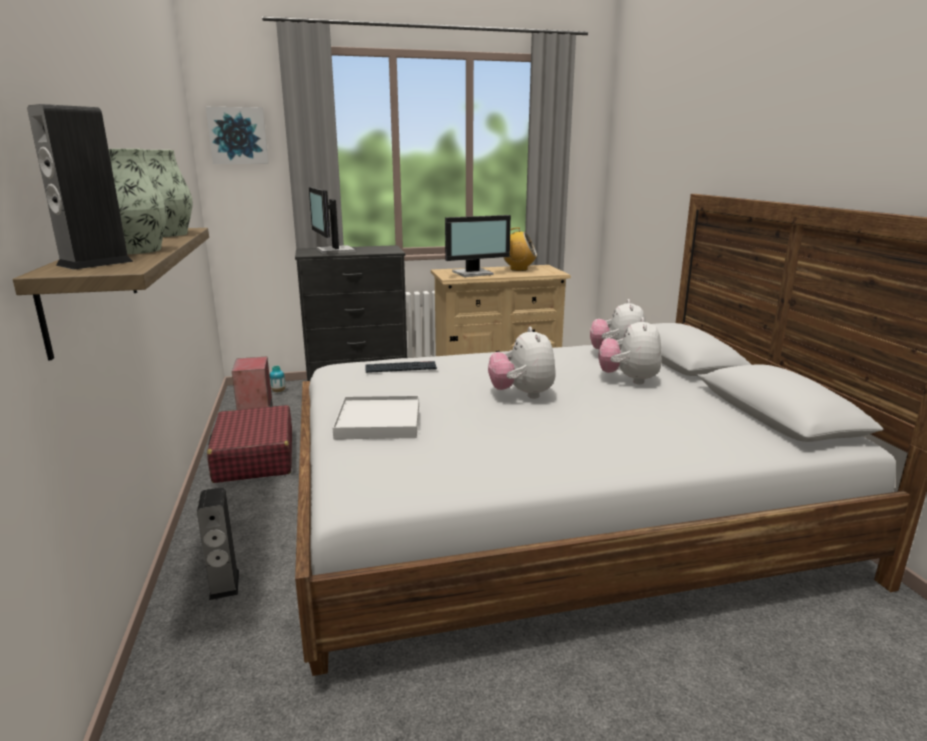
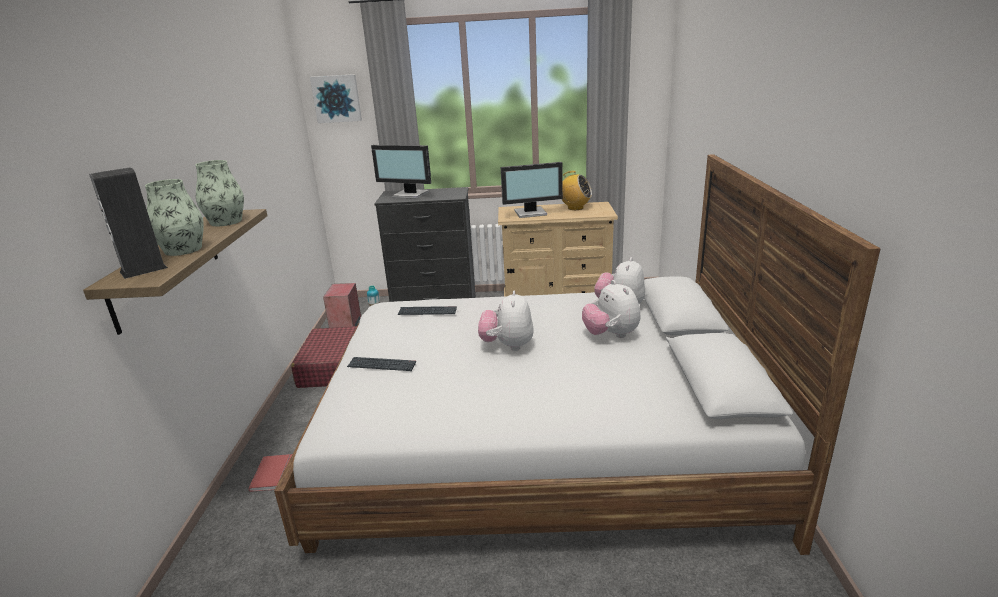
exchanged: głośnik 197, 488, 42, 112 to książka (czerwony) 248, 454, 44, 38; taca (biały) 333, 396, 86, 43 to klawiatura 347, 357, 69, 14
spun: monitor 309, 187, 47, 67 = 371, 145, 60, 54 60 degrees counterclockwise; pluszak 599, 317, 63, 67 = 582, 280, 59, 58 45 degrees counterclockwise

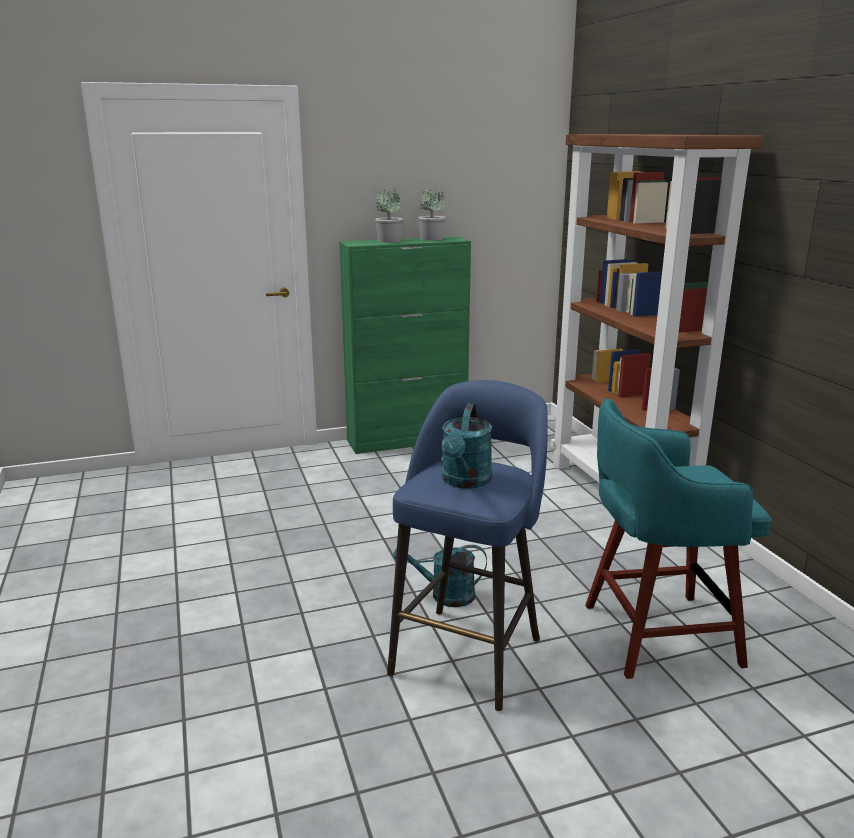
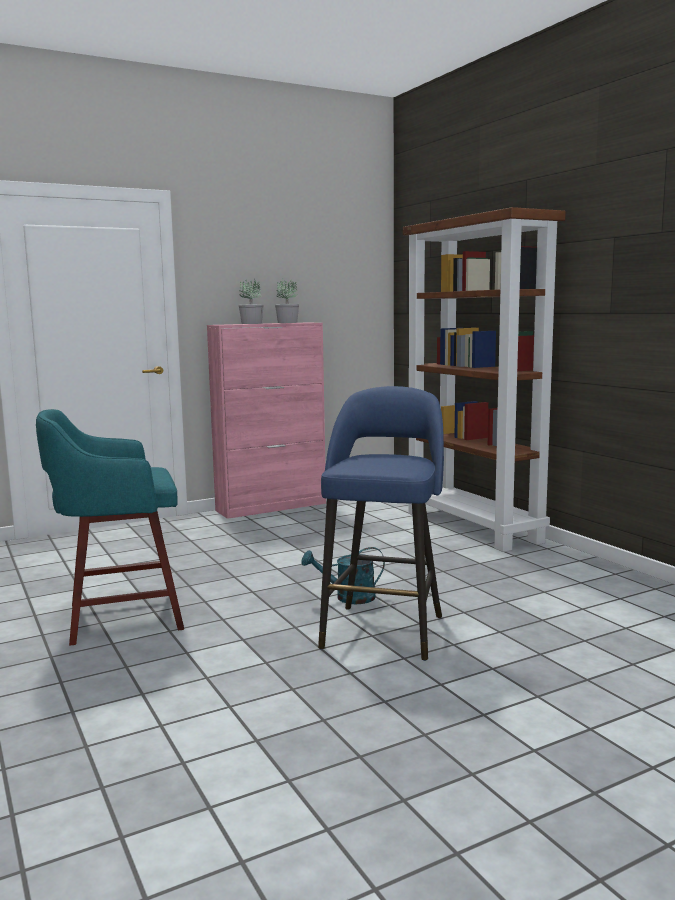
missing: konewka (turkusowy) 441, 403, 51, 86
relocated: stołek (turkusowy) 585, 398, 186, 281 to 36, 409, 148, 237
colour: szafka (zielony) 339, 236, 132, 218 to szafka (różowy) 207, 322, 119, 197

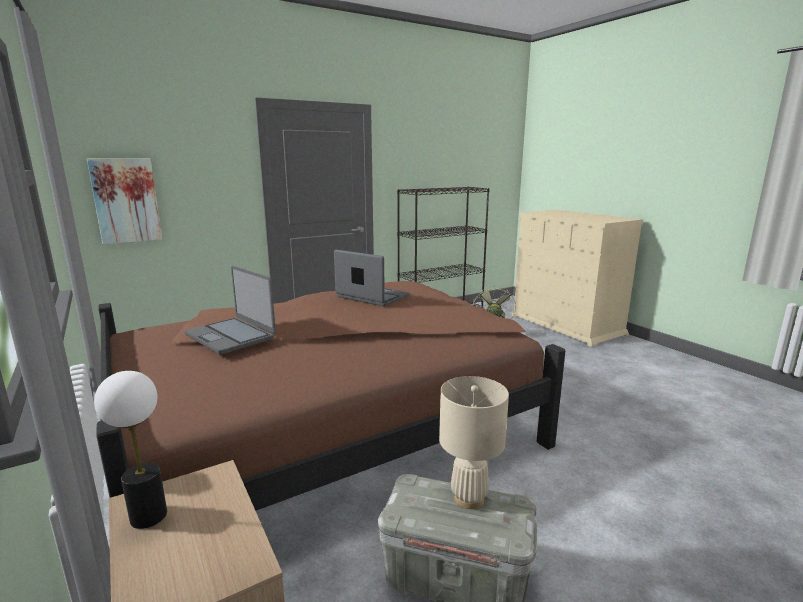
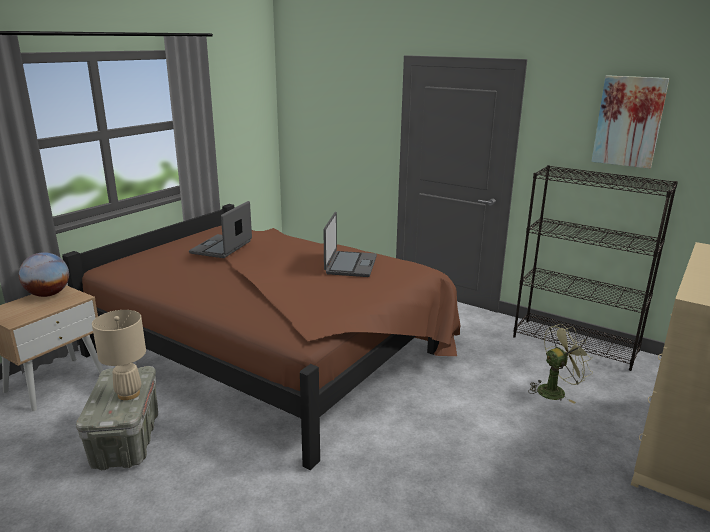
relocated: obraz 87, 158, 75, 86 to 591, 75, 78, 94
exchanged: lampa stołowa 94, 371, 73, 158 to globus 19, 252, 50, 45

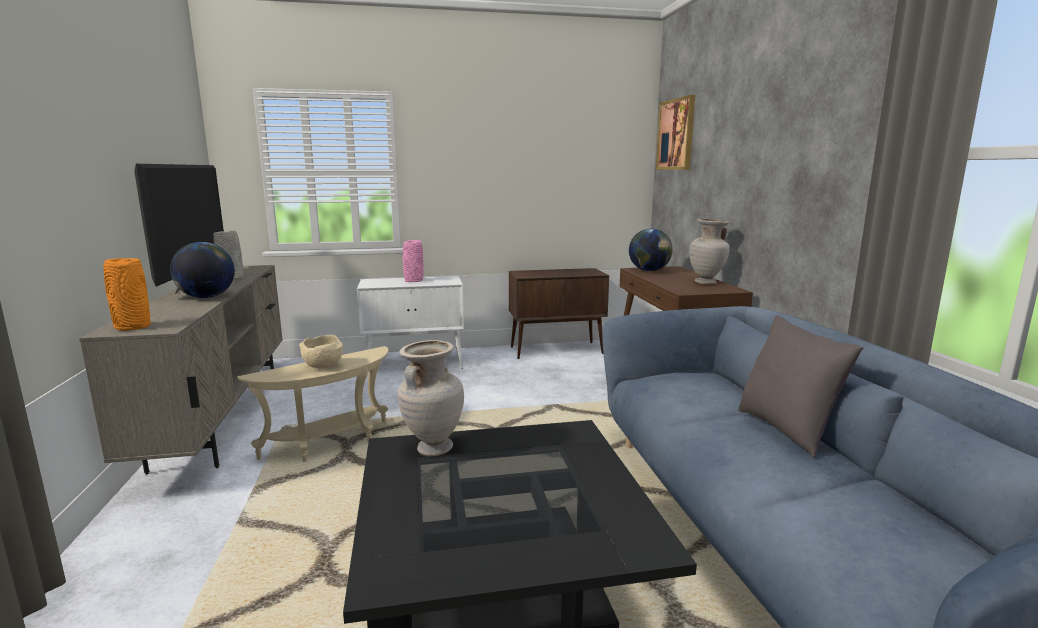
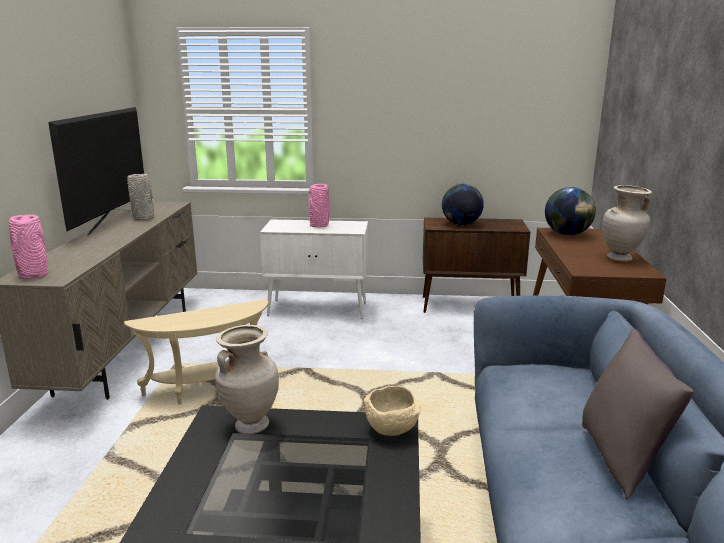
missing: obraz 656, 95, 39, 75
relocated: miska (beżowy) 299, 335, 44, 33 to 364, 386, 57, 50; globus 170, 242, 65, 56 to 442, 184, 42, 41
colour: wazon (pomarańczowy) 103, 258, 48, 73 to wazon (różowy) 9, 215, 39, 64

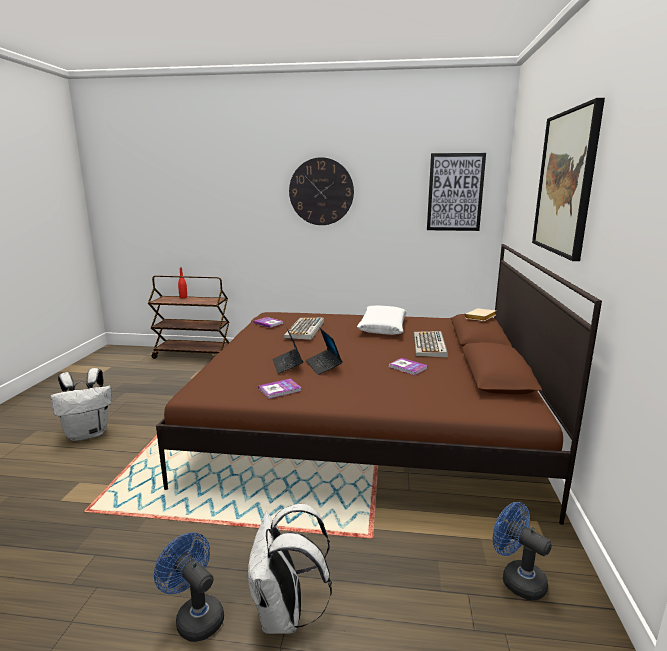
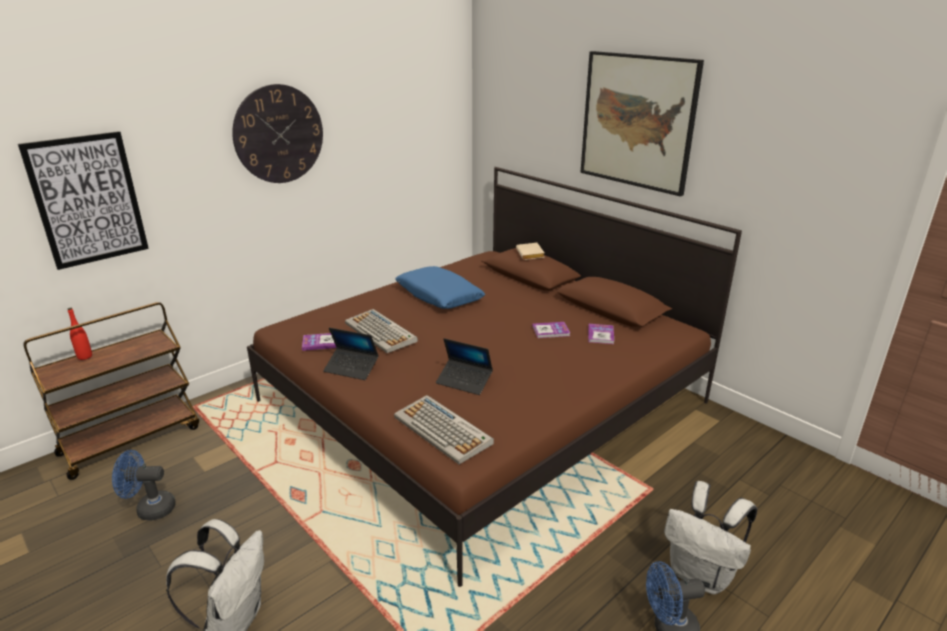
relocated: obraz 427, 153, 59, 78 to 18, 131, 131, 139; wentylator (niebieski) 493, 502, 59, 98 to 112, 450, 64, 71; laptop 306, 328, 37, 47 to 323, 328, 56, 52; klawiatura 414, 331, 34, 27 to 394, 395, 100, 69; książka 258, 379, 44, 20 to 588, 324, 26, 20
colour: poduszka (biały) 357, 305, 50, 30 to poduszka (niebieski) 395, 266, 90, 43

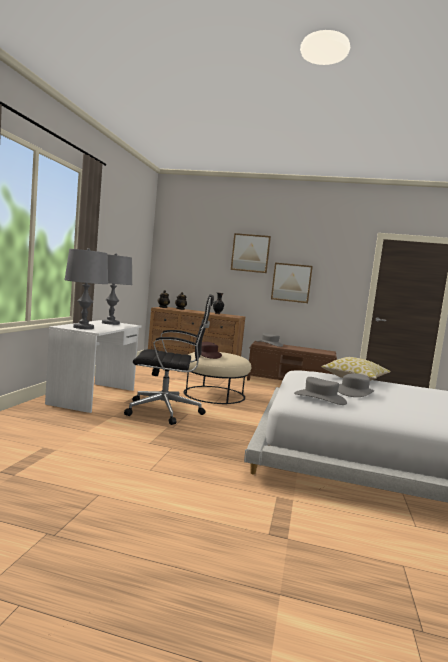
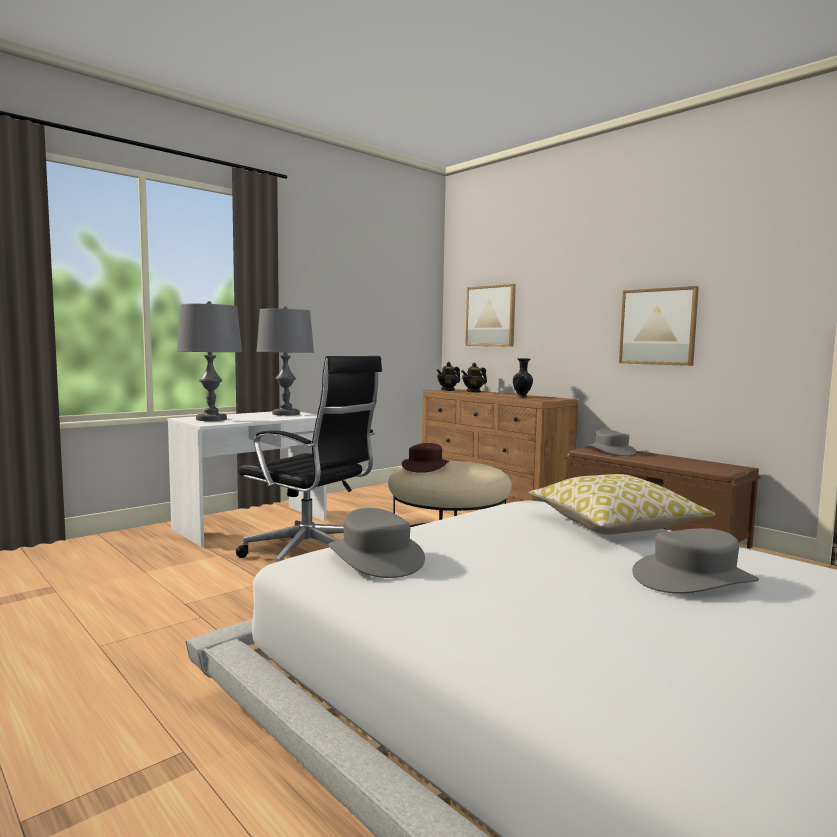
relocated: obraz 231, 233, 40, 40 to 465, 284, 51, 63; kapelusz (szary) 338, 373, 36, 24 to 632, 528, 127, 66

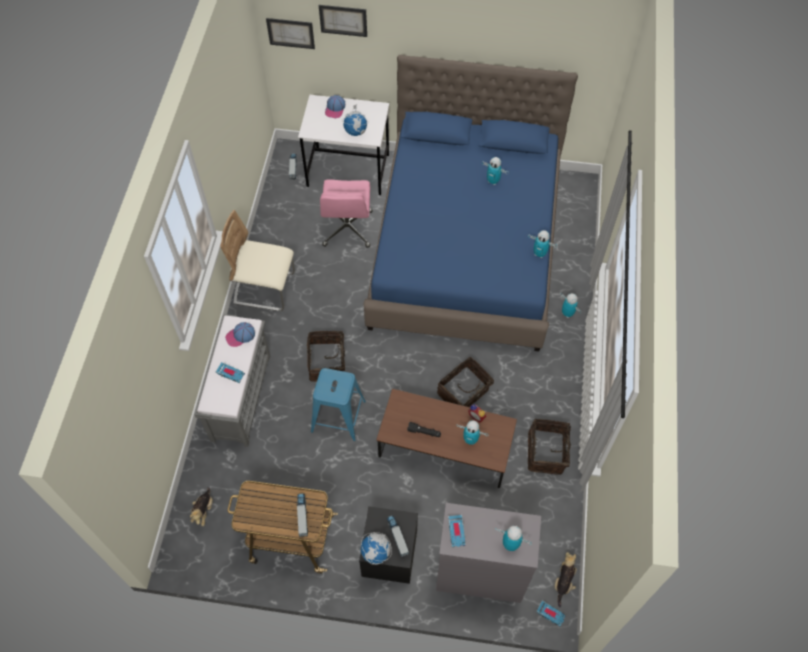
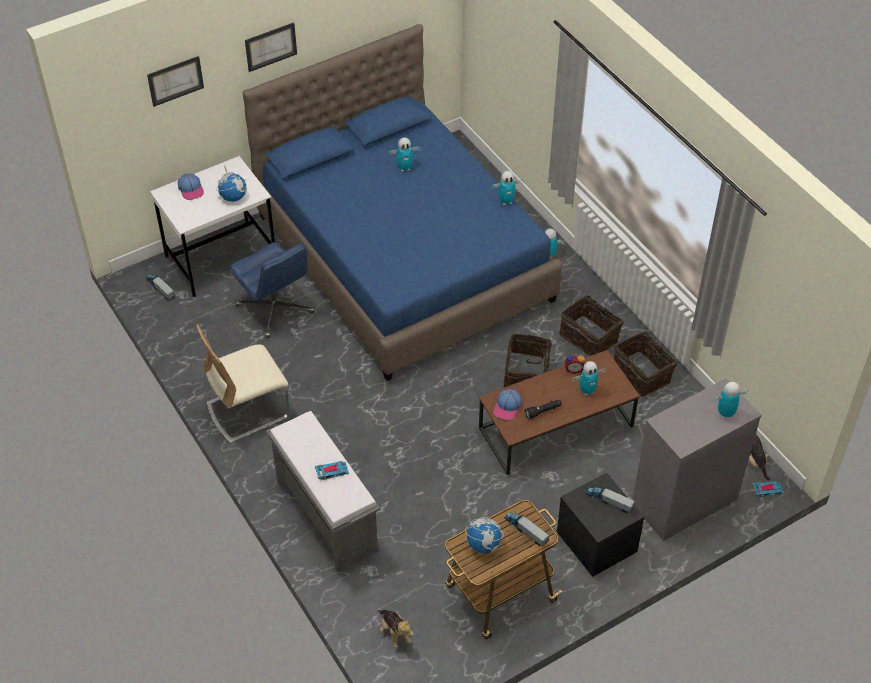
missing: stołek (niebieski) 311, 368, 55, 73; samochodzik 448, 515, 18, 32
relocated: obraz 266, 18, 49, 31 to 245, 22, 52, 50; globus 361, 532, 31, 33 to 465, 510, 39, 43; czapka z daszkiem 225, 322, 30, 25 to 493, 389, 29, 31; koszyk 307, 330, 45, 52 to 559, 293, 64, 63
colour: krzesło biurowe (różowy) 320, 179, 52, 69 to krzesło biurowe (niebieski) 230, 242, 85, 96

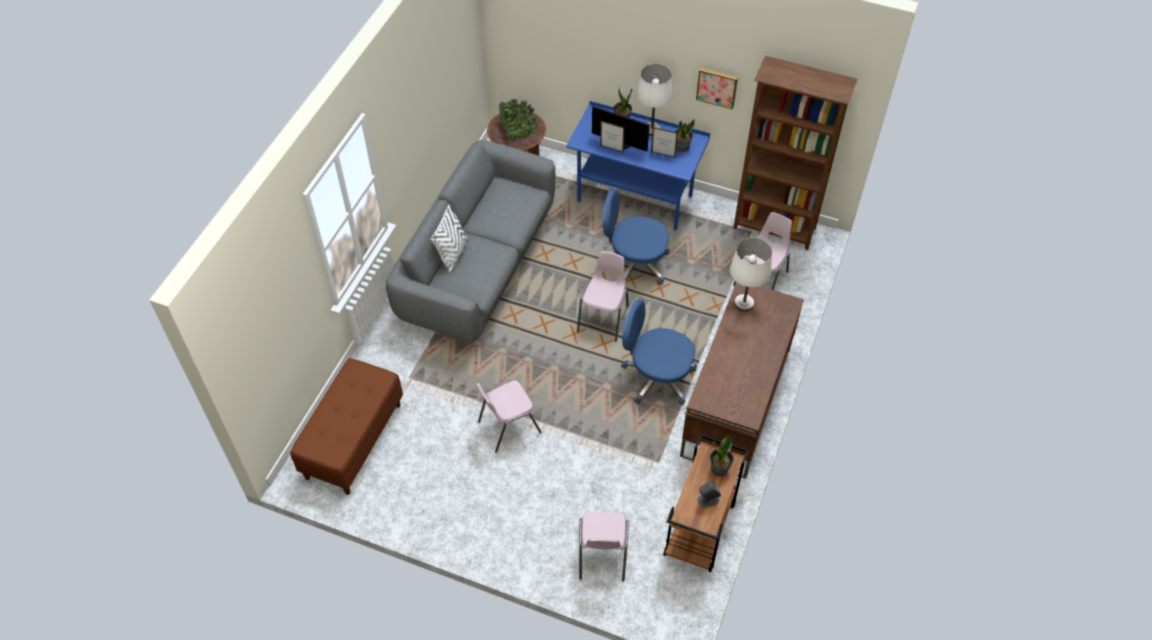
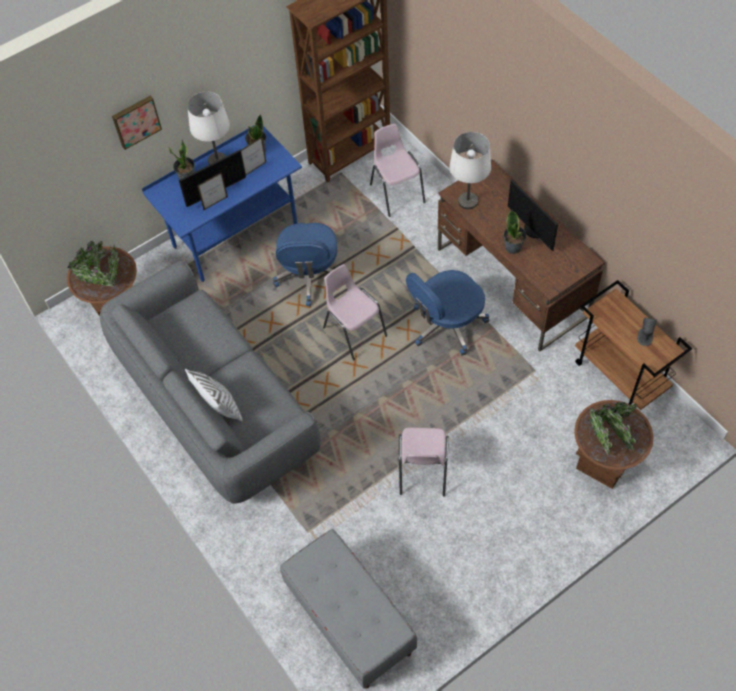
appeared: monitor 508, 179, 50, 72
relocated: obraz 696, 68, 42, 41 to 112, 96, 50, 54; roślina doniczkowa 710, 435, 24, 41 to 503, 210, 23, 44
exchanged: krzesło (różowy) 579, 512, 50, 70 to donica (brązowy) 574, 400, 80, 89
colour: ławka (brązowy) 290, 358, 113, 137 to ławka (szary) 280, 529, 138, 160
spun: krzesło biurowe (niebieski) 603, 189, 67, 96 = 273, 223, 64, 83 45 degrees counterclockwise

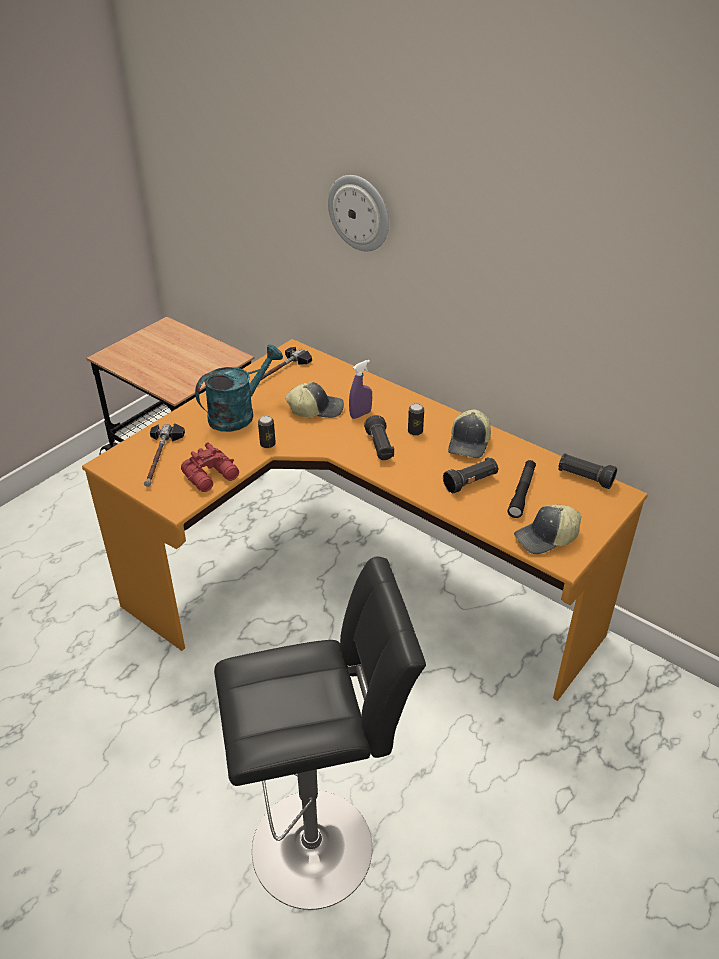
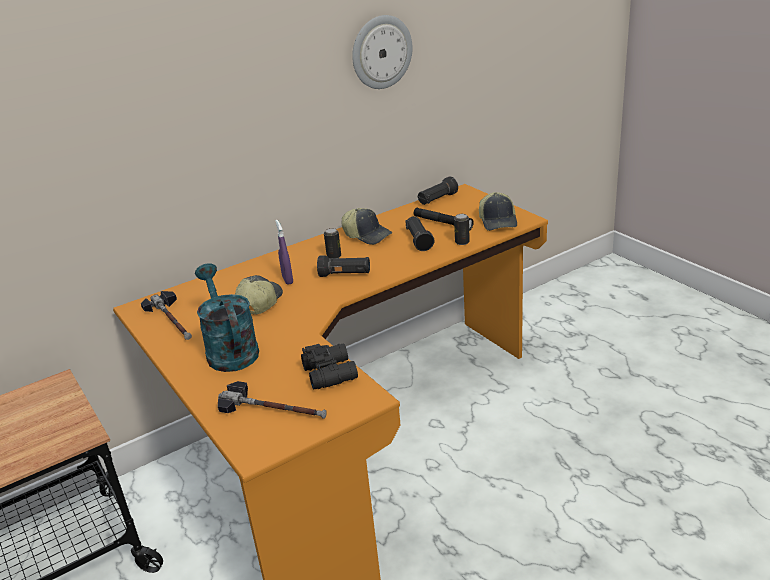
missing: stołek (czarny) 214, 557, 212, 353
relocated: zegar ścienny 328, 175, 61, 76 to 352, 15, 60, 74; puszka 258, 416, 18, 32 to 454, 214, 16, 31
colour: lornetka (czerwony) 181, 442, 58, 50 to lornetka (czarny) 301, 343, 57, 47

